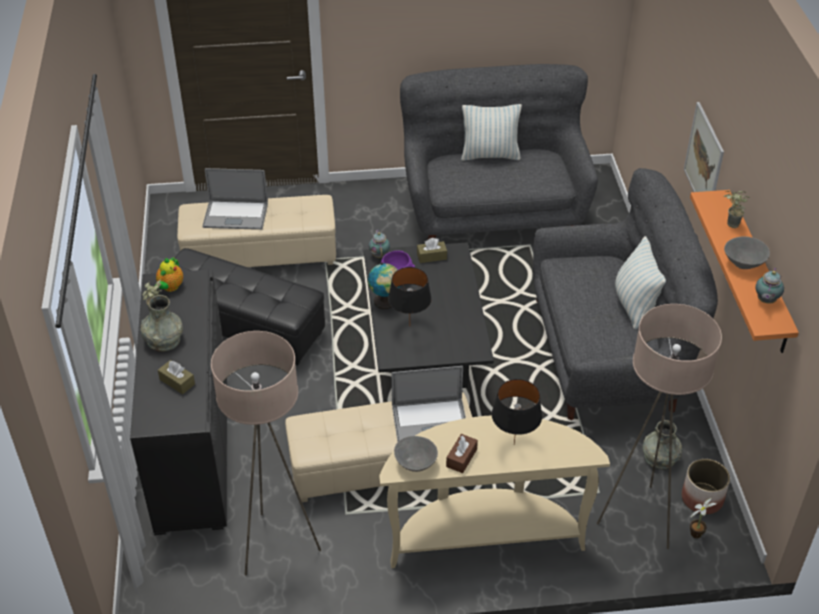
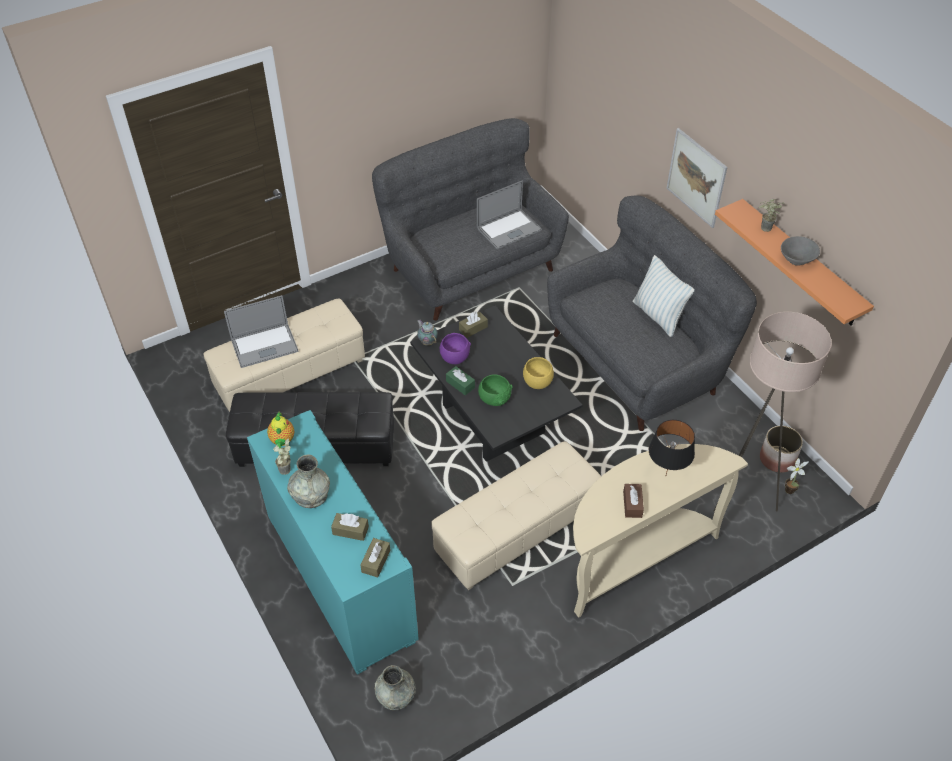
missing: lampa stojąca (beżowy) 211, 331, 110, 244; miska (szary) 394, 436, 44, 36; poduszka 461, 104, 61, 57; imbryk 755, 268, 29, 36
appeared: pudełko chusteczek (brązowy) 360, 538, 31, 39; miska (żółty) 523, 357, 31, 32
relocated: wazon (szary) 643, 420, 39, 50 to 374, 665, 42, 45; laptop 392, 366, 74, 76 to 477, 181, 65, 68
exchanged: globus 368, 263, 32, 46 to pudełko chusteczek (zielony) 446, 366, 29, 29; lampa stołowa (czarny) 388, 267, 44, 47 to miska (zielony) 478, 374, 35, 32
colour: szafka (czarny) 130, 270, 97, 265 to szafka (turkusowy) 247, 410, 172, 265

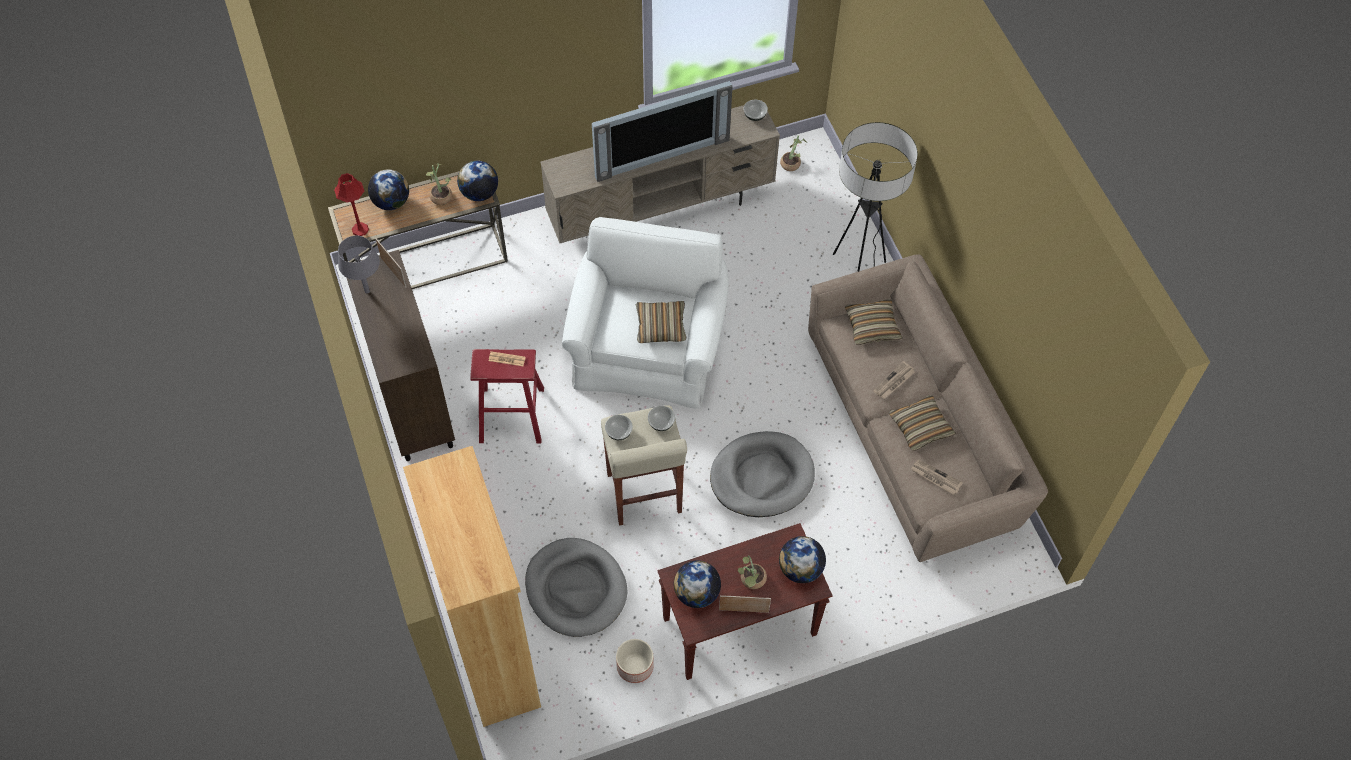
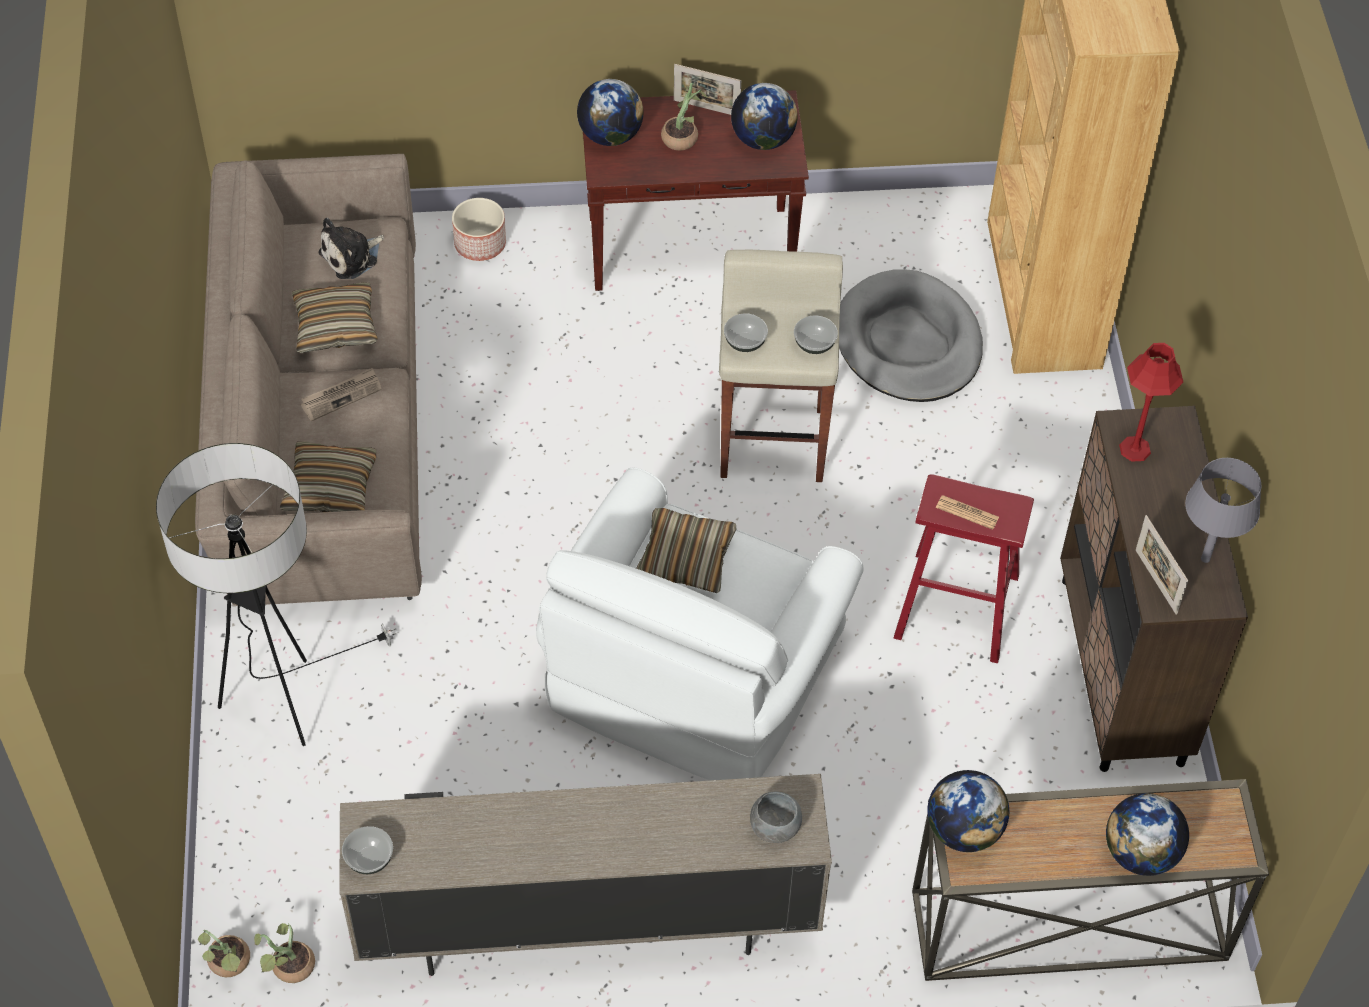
missing: telewizor 592, 81, 141, 101; legowisko (szary) 710, 431, 105, 86
appeared: miska (szary) 750, 792, 52, 51
relocated: roślina doniczkowa 426, 163, 26, 42 to 198, 930, 52, 47; donica 616, 639, 38, 44 to 452, 198, 54, 63; lampa stołowa (czerwony) 334, 173, 35, 63 to 1119, 343, 64, 119
exchanged: gazeta 911, 460, 52, 35 to pluszak 318, 218, 66, 61

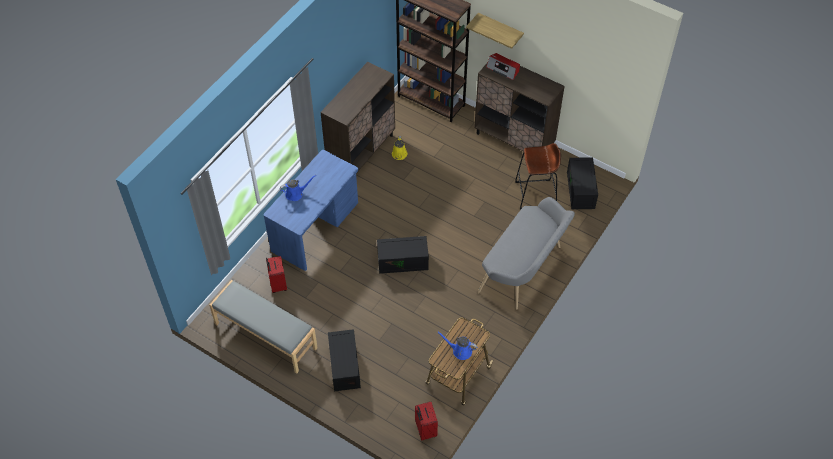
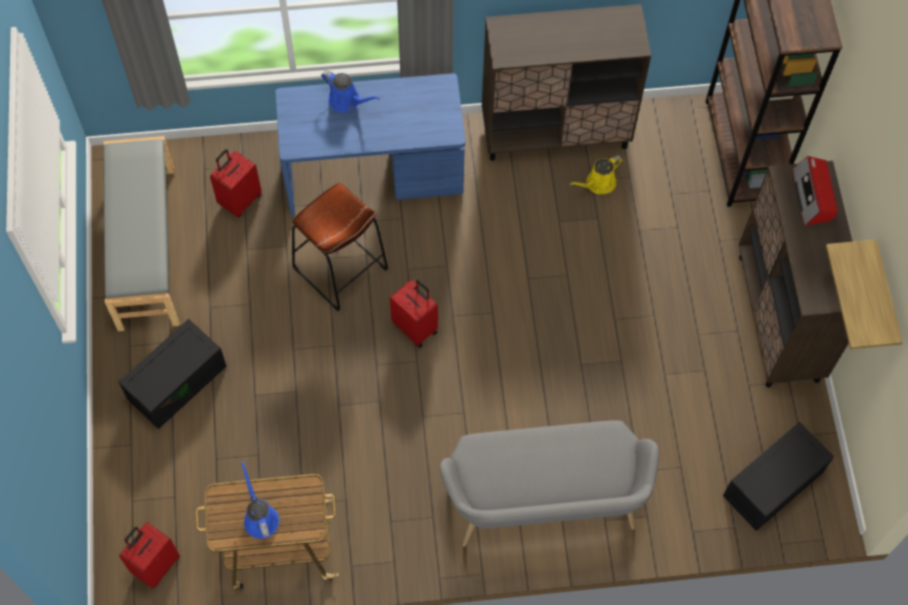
relocated: stołek (brązowy) 515, 143, 46, 66 to 292, 183, 96, 128; półka 466, 13, 58, 36 to 826, 239, 77, 110
exchanged: pojemnik do przechowywania (czarny) 377, 236, 52, 38 to walizka (czerwony) 390, 280, 48, 68

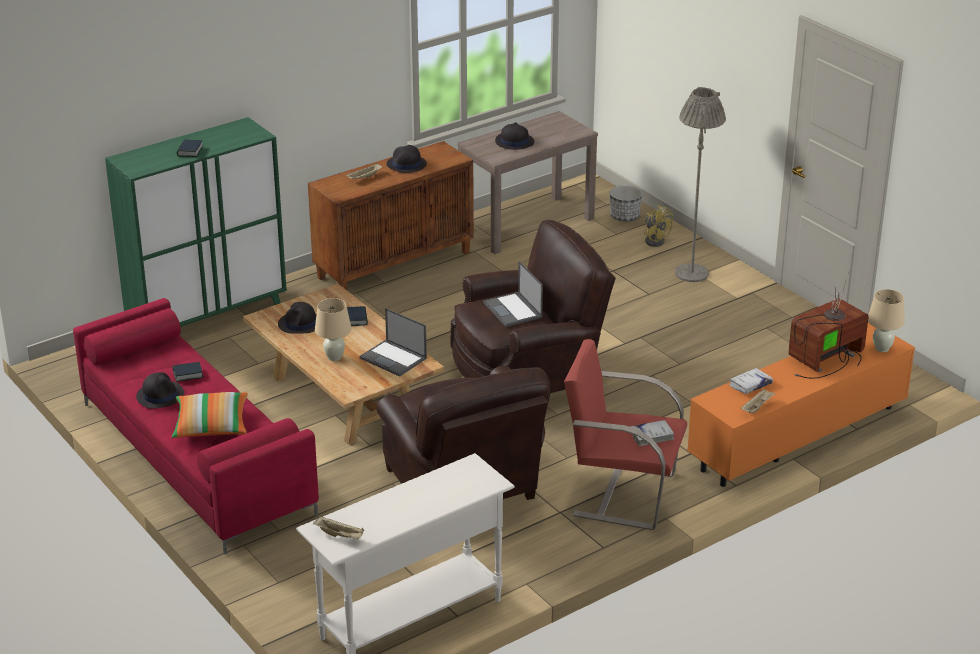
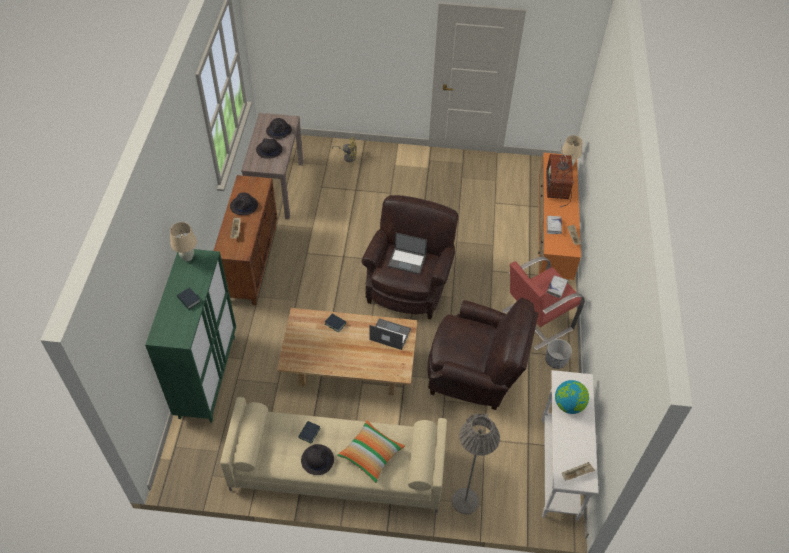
appeared: globus 555, 380, 34, 34
relocated: lampa stołowa (beżowy) 315, 298, 37, 63 to 170, 222, 27, 39; kapelusz (czarny) 278, 302, 39, 32 to 266, 118, 26, 21; lampa stojąca (szary) 675, 87, 51, 195 to 452, 413, 48, 101; donica 610, 185, 32, 37 to 545, 339, 27, 30
colour: kanapa (czerwony) 73, 298, 246, 257 to kanapa (beżowy) 220, 397, 227, 116
spun: laptop 359, 308, 68, 69 = 369, 318, 42, 32 150 degrees counterclockwise

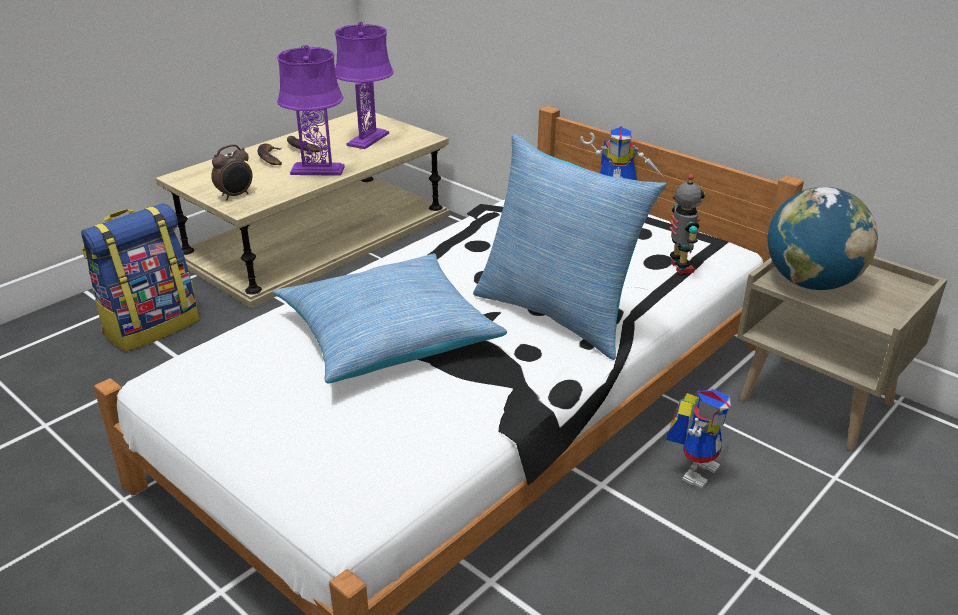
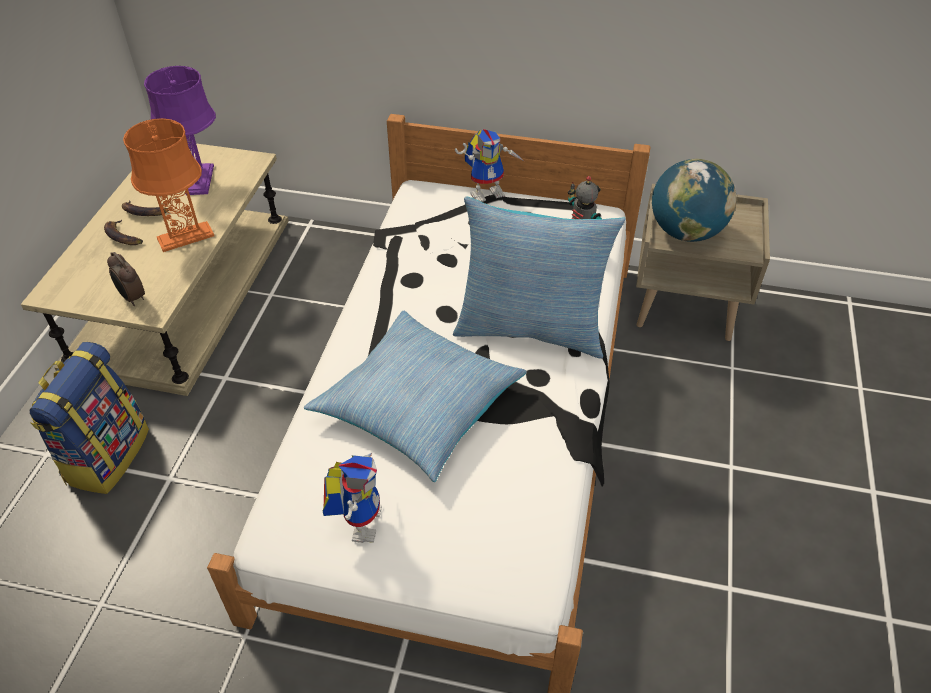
relocated: robot zabawkowy 666, 389, 65, 100 to 323, 453, 59, 90
colour: lampa stołowa (fioletowy) 277, 45, 68, 131 to lampa stołowa (pomarańczowy) 123, 118, 91, 134
spun: budzik 211, 144, 41, 56 = 107, 252, 38, 54 120 degrees clockwise

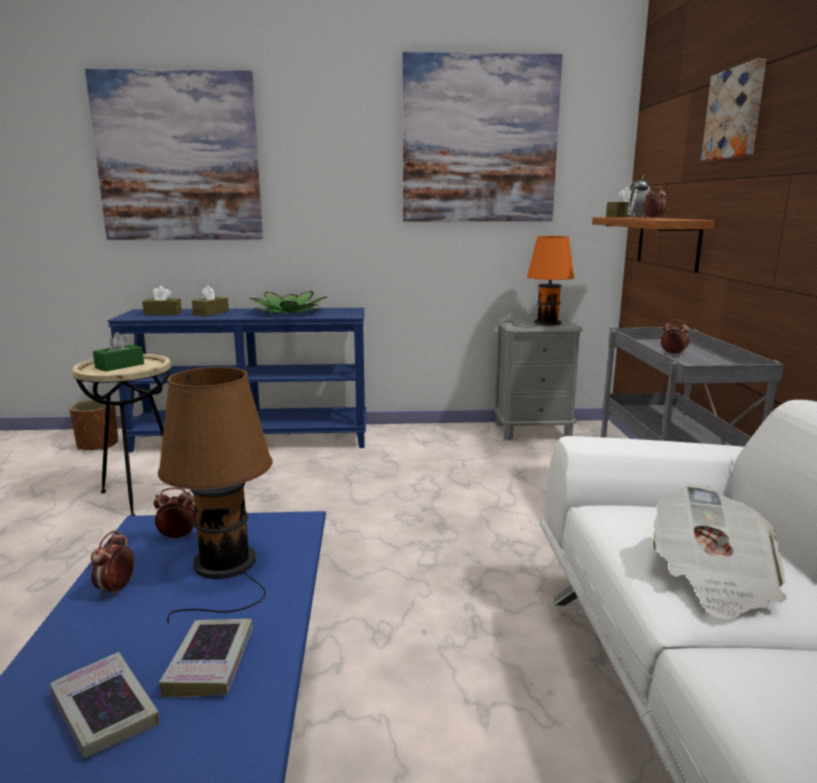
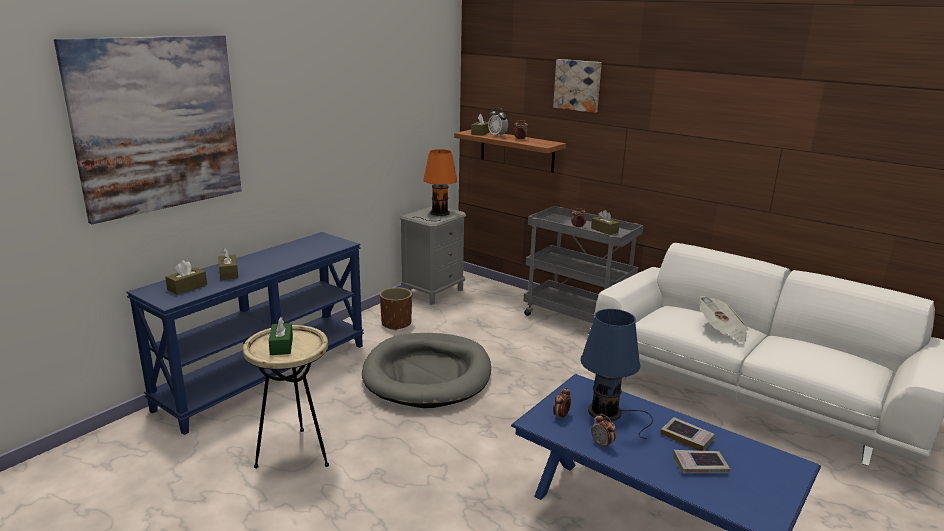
missing: roślina doniczkowa 250, 291, 78, 22; obraz 402, 52, 161, 169
appeared: legowisko (szary) 362, 333, 129, 75; pudełko chusteczek (brązowy) 591, 210, 29, 25
relocated: donica (brązowy) 69, 399, 49, 52 to 380, 287, 32, 43
colour: lampa stołowa (brązowy) 158, 367, 115, 256 to lampa stołowa (niebieski) 580, 309, 73, 130

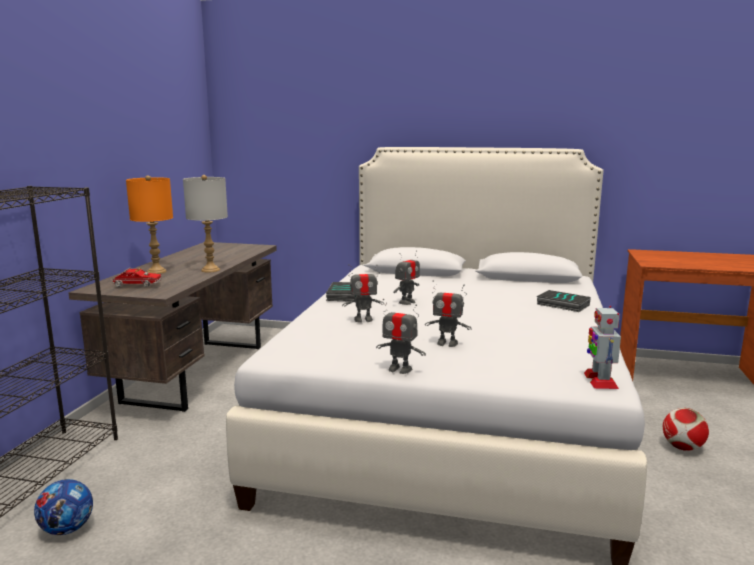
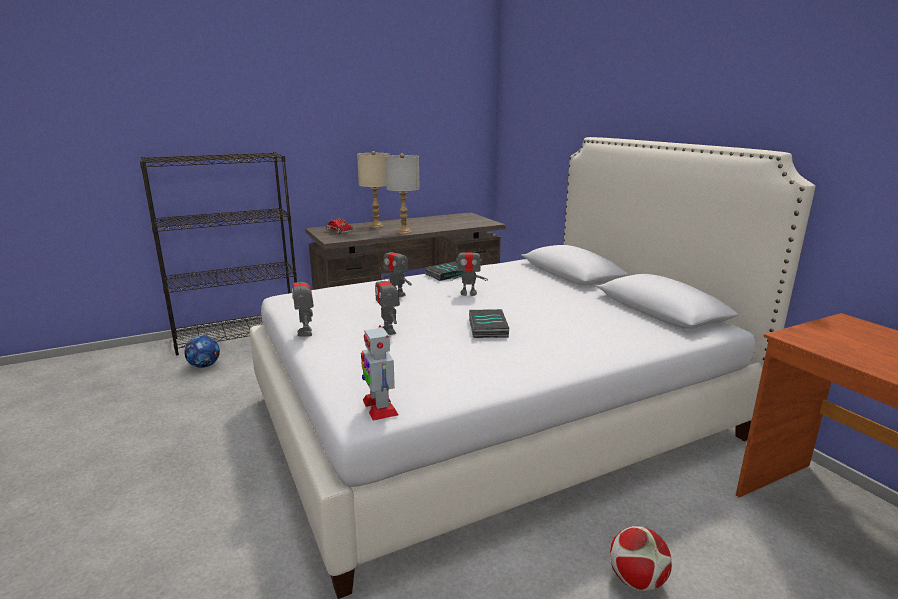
relocated: książka 537, 290, 54, 22 to 469, 309, 40, 29
colour: lampa stołowa (pomarańczowy) 126, 175, 47, 99 to lampa stołowa (beżowy) 357, 151, 32, 77
spun: robot zabawkowy 584, 306, 37, 83 = 361, 325, 37, 96 75 degrees counterclockwise

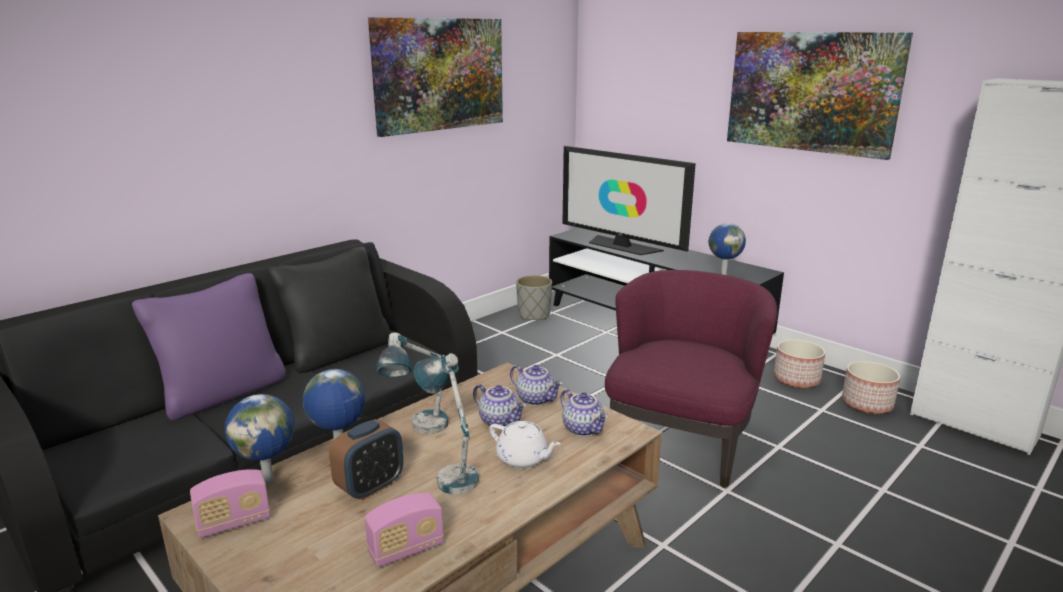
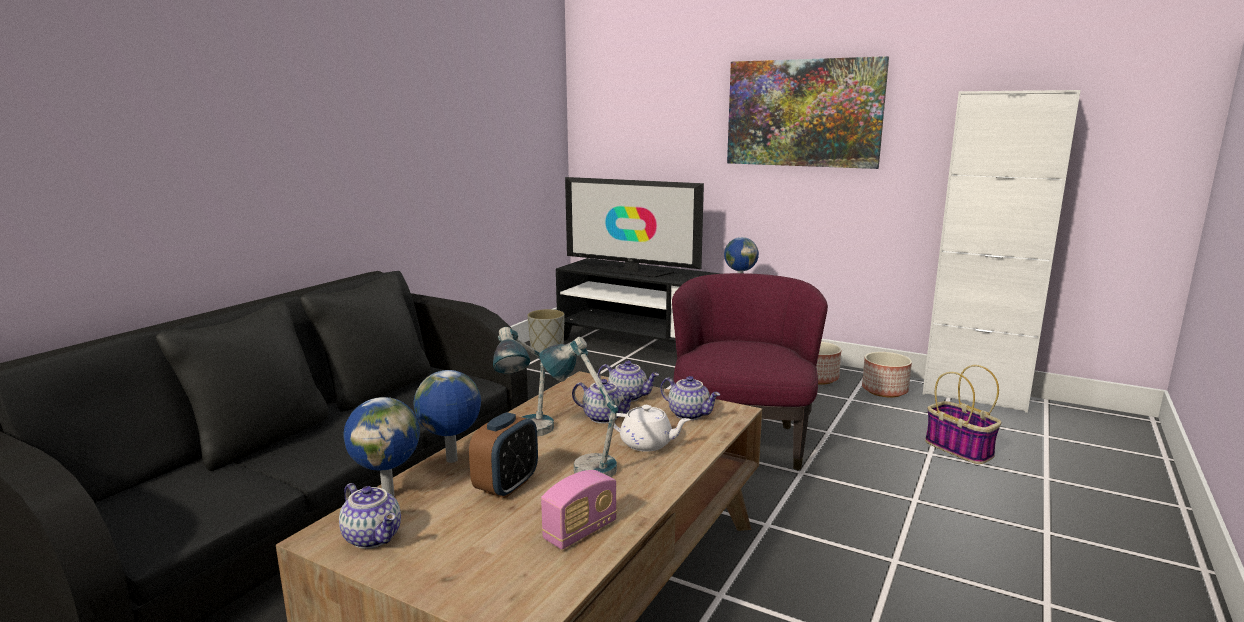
missing: obraz 368, 18, 135, 119
appeared: koszyk 925, 365, 76, 99
exchanged: radio 190, 469, 81, 69 to imbryk 339, 483, 62, 66
colour: poduszka (fioletowy) 132, 273, 154, 148 to poduszka (czarny) 156, 302, 173, 169

